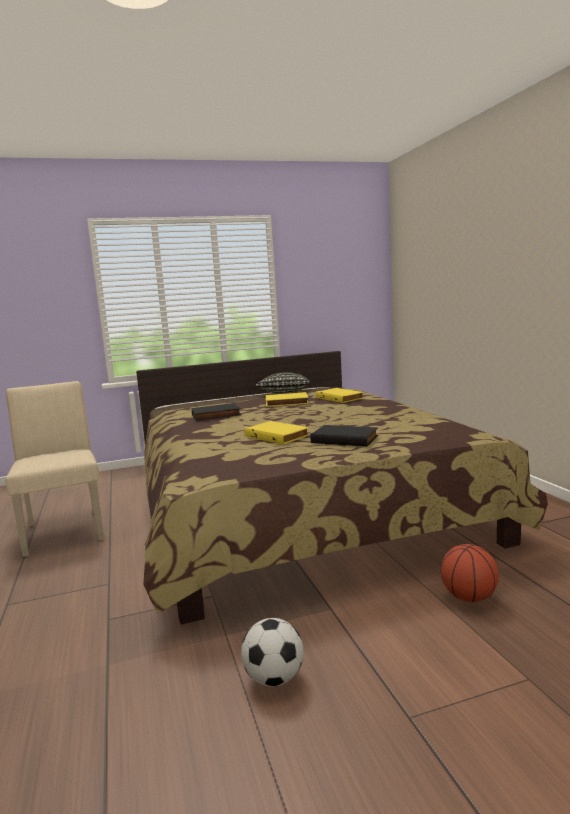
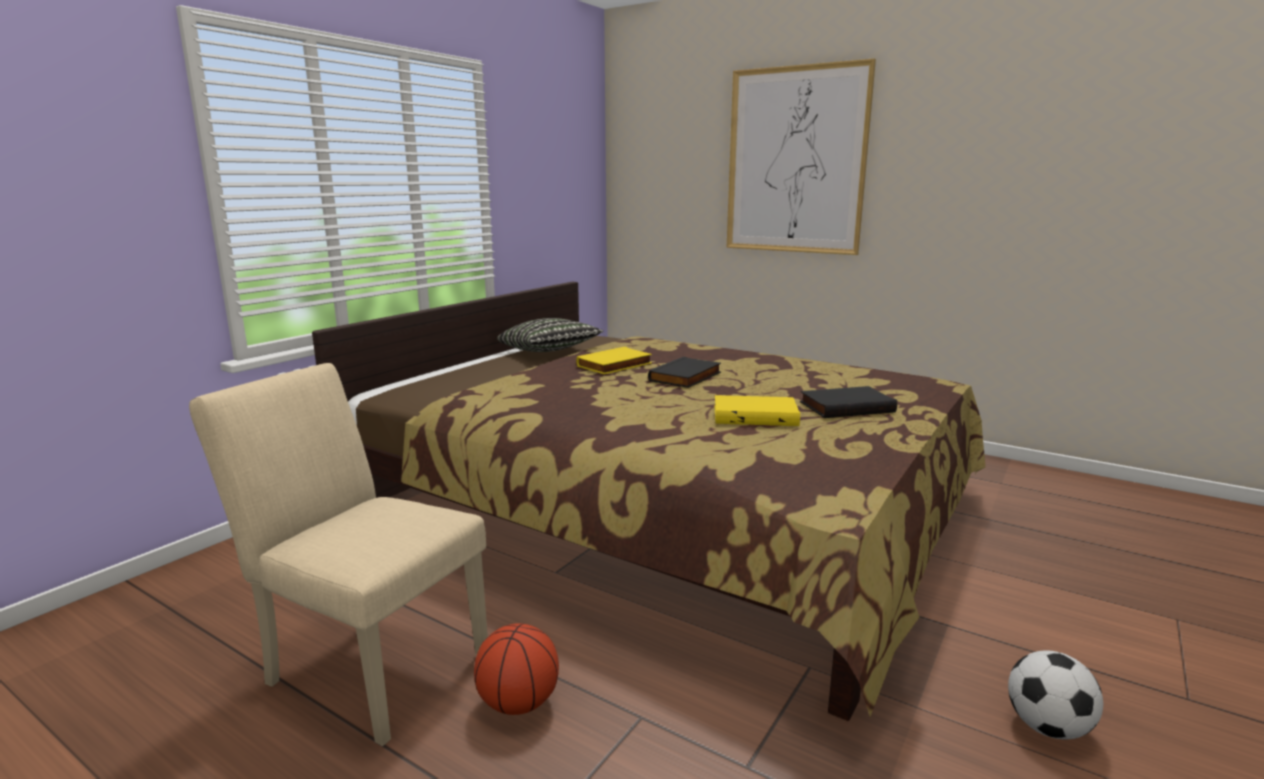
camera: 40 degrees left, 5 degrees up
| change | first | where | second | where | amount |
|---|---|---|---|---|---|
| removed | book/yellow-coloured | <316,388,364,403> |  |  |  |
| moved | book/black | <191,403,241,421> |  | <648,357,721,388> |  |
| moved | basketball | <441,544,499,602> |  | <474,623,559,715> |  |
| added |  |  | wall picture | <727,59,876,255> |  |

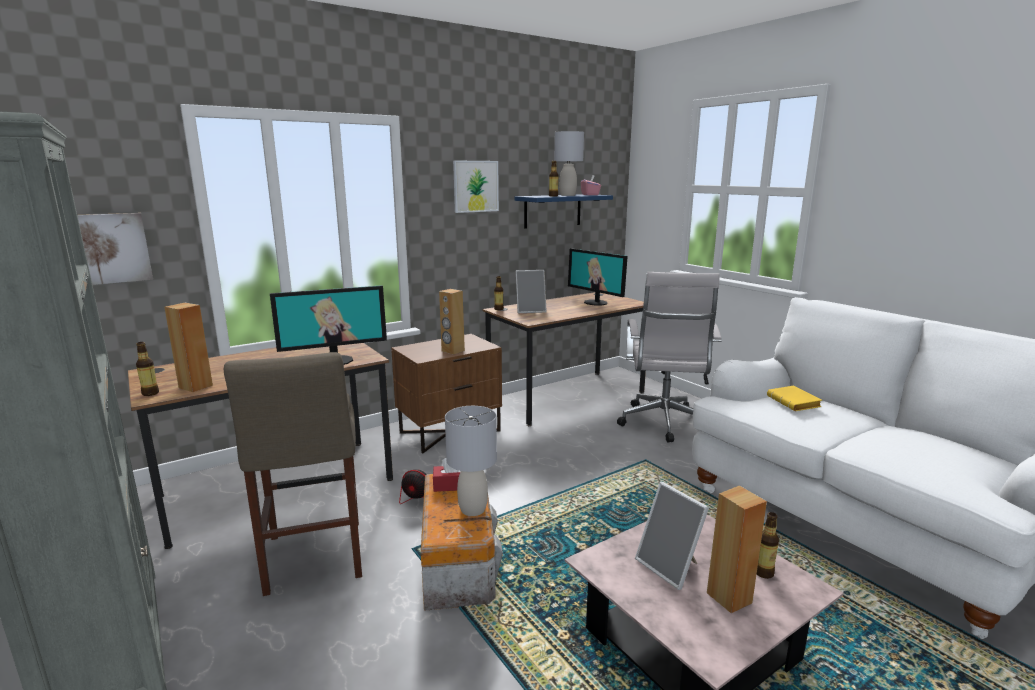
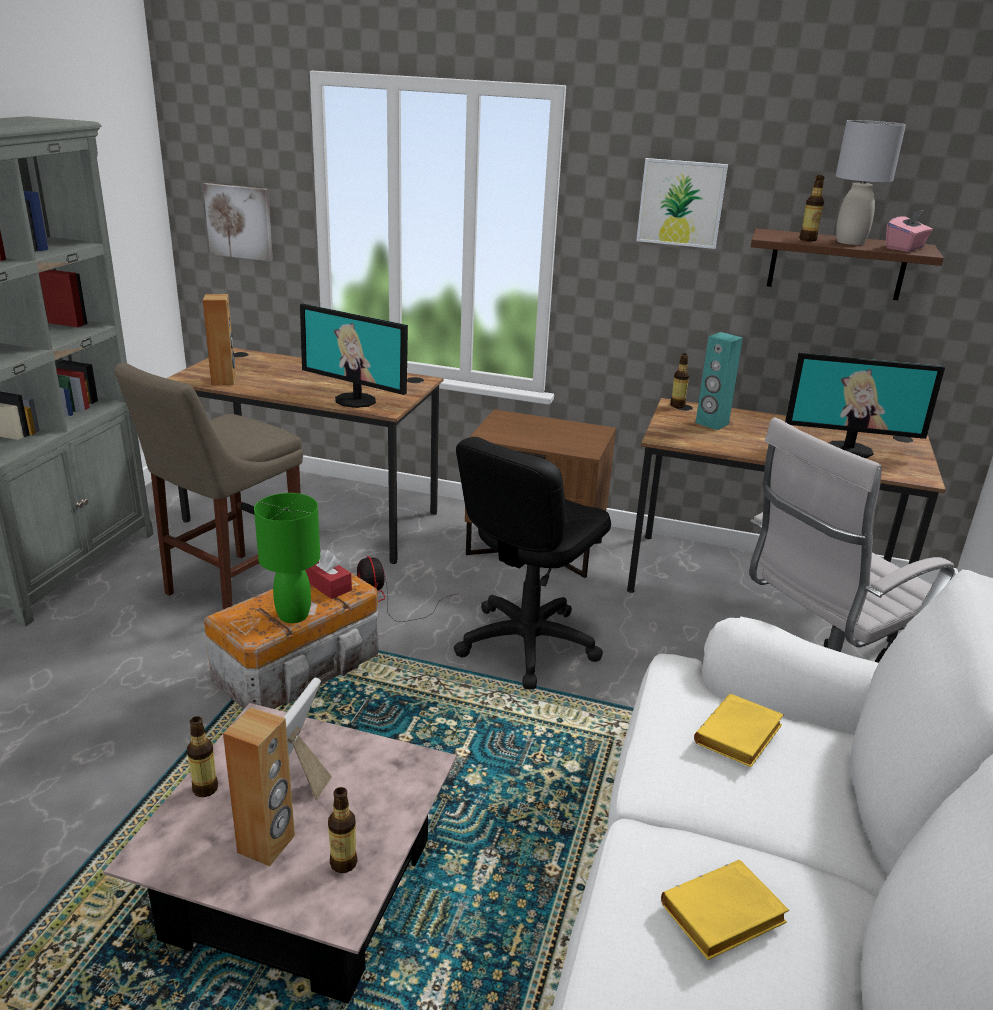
camera: 50 degrees right, 10 degrees up
| change | first | where | second | where | amount |
|---|---|---|---|---|---|
| recoloured | bracket shelf/blue | <515,194,613,229> | bracket shelf/brown-coloured | <751,228,944,300> |  |
| turned | computer screen | <568,248,628,305> |  | <785,353,945,458> | 90 degrees counterclockwise |
| replaced | photo frame | <515,270,547,313> | loudspeaker/turquoise | <696,332,743,430> |  |
| removed | loudspeaker/brown-coloured | <439,289,465,355> |  |  |  |
| moved | bottle | <136,342,159,396> |  | <187,716,218,797> |  |
| recoloured | table lamp/greyish | <445,406,497,516> | table lamp/green-coloured | <254,493,320,623> |  |
| added |  |  | desk chair/black | <454,437,611,689> |  |
| added |  |  | book/yellow-coloured | <661,860,789,960> |  |

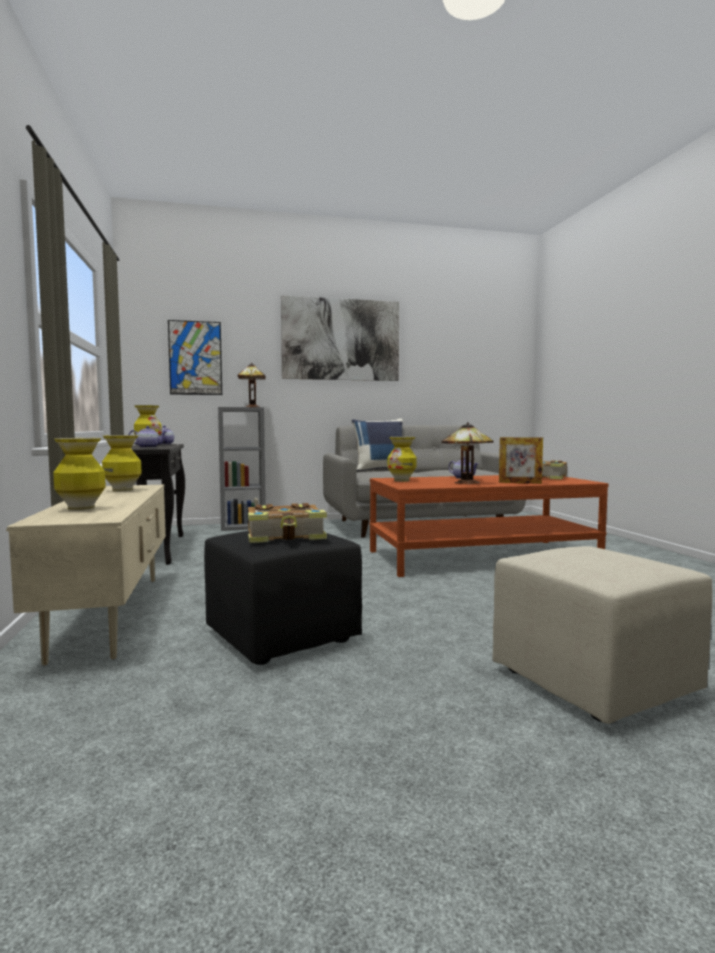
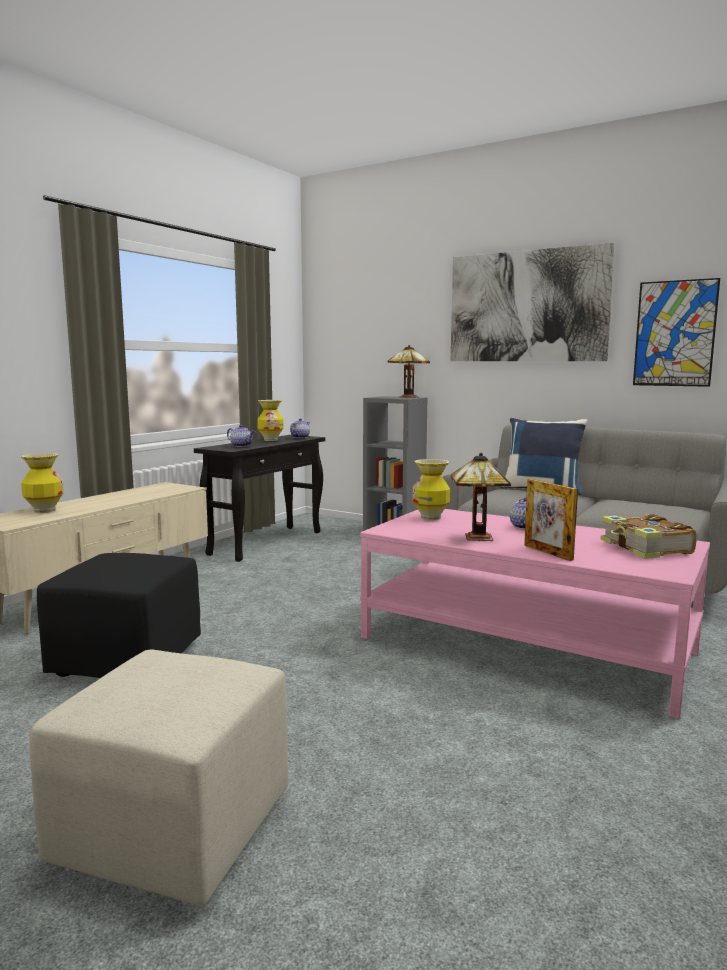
camera: 45 degrees right, 5 degrees up
| change | first | where | second | where | amount |
|---|---|---|---|---|---|
| moved | wall picture | <168,320,222,395> |  | <633,278,720,387> |  |
| removed | vase | <102,435,142,492> |  |  |  |
| recoloured | coffee table/brown-coloured | <370,475,609,577> | coffee table/pinkish | <360,509,710,719> |  |
| removed | book | <248,503,327,543> |  |  |  |

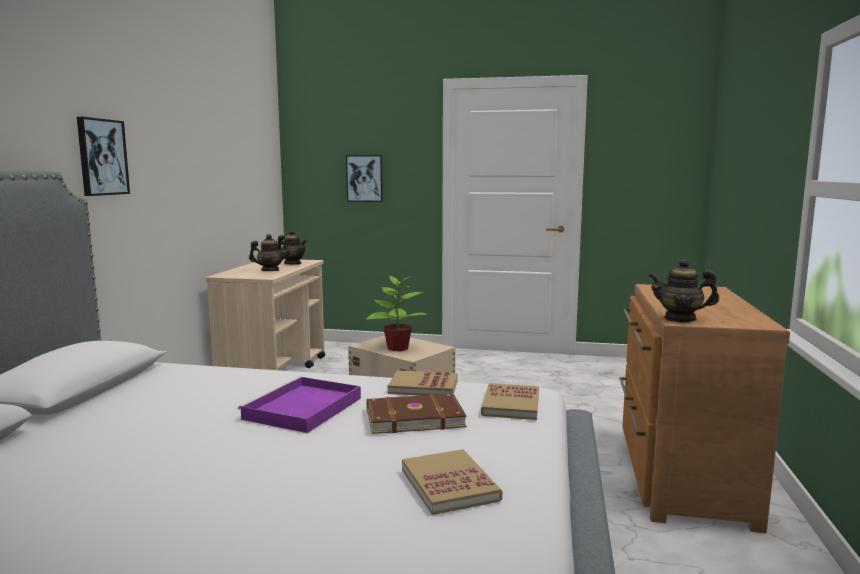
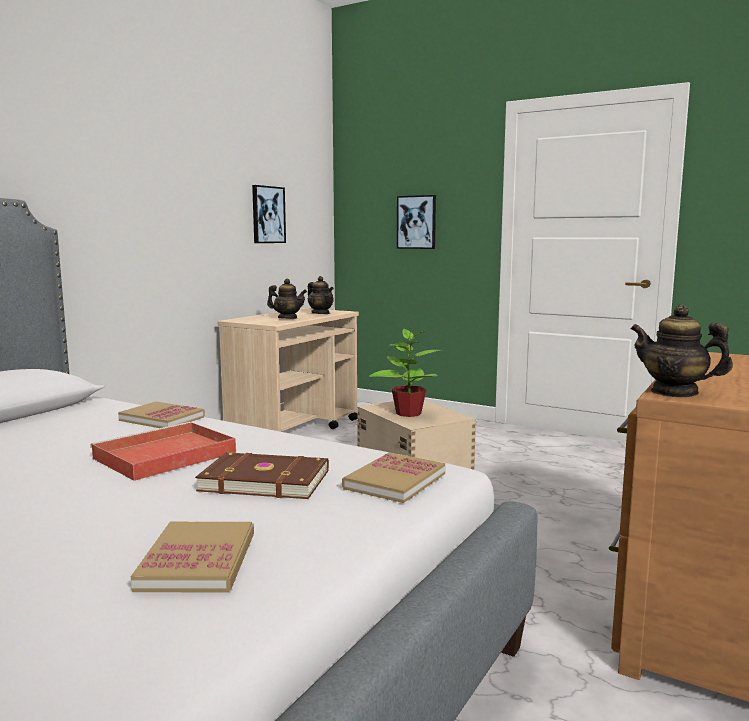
camera: 20 degrees right, 0 degrees up
| change | first | where | second | where | amount |
|---|---|---|---|---|---|
| moved | wall picture | <77,117,130,196> |  | <252,185,286,243> |  |
| moved | book | <388,370,458,396> |  | <118,402,205,428> |  |
| recoloured | tray/purplish | <238,376,361,433> | tray/red | <90,422,236,481> |  |

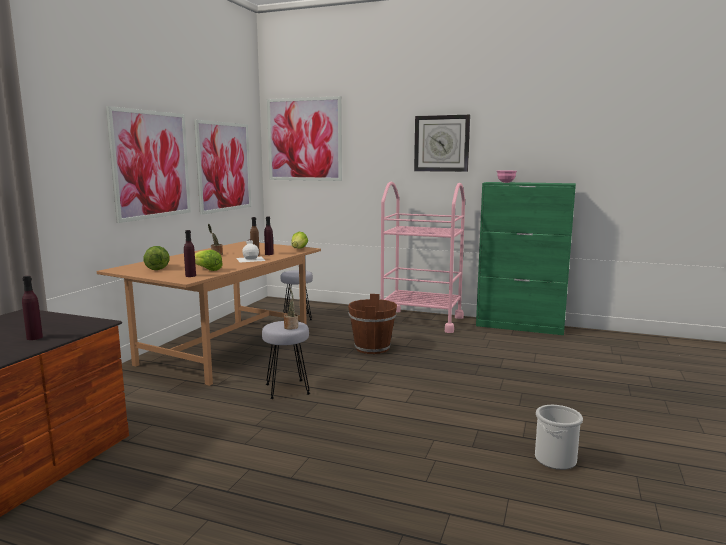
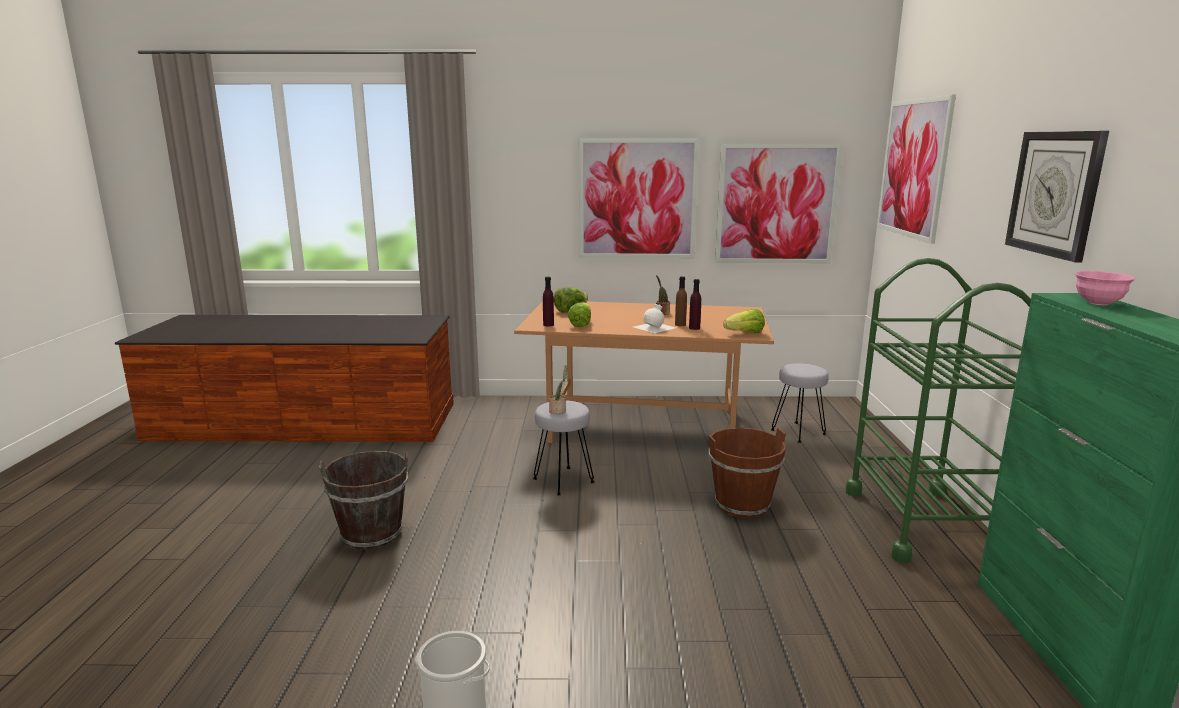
camera: 70 degrees right, 5 degrees up
| change | first | where | second | where | amount |
|---|---|---|---|---|---|
| recoloured | trolley/pinkish | <381,182,465,333> | trolley/green-coloured | <846,258,1031,563> |  |
| removed | bottle/purplish | <22,276,43,340> |  |  |  |
| added |  |  | pail/brown-coloured | <319,451,408,550> |  |

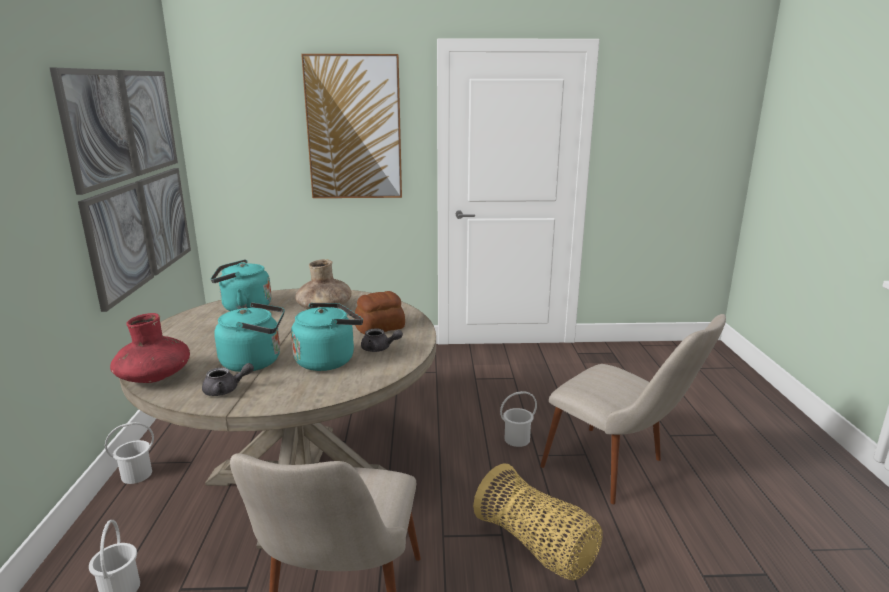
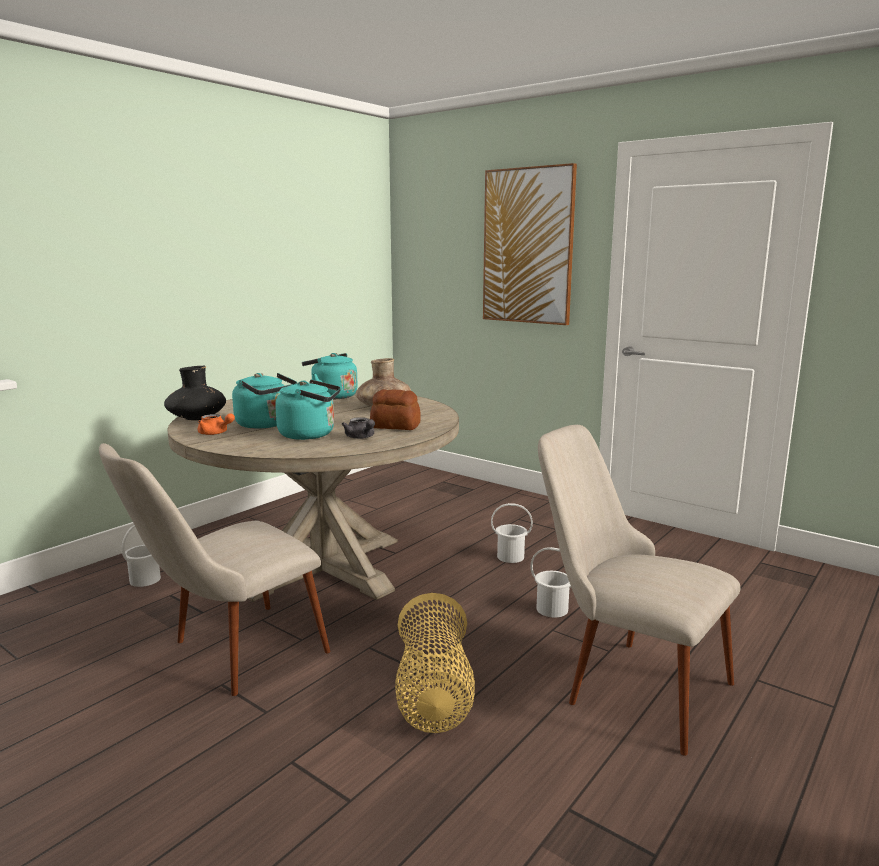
camera: 40 degrees right, 5 degrees down
| change | first | where | second | where | amount |
|---|---|---|---|---|---|
| removed | wall picture | <50,68,191,312> |  |  |  |
| recoloured | vase/red | <110,313,190,383> | vase/black | <164,366,226,420> |  |
| turned | upright chair/beige | <540,314,726,504> |  | <538,425,740,756> | 135 degrees clockwise |
| recoloured | teapot/greyish | <202,363,254,396> | teapot/orange | <198,413,235,435> |  |
| moved | pail/whitish | <105,422,154,484> |  | <491,503,533,563> |  |

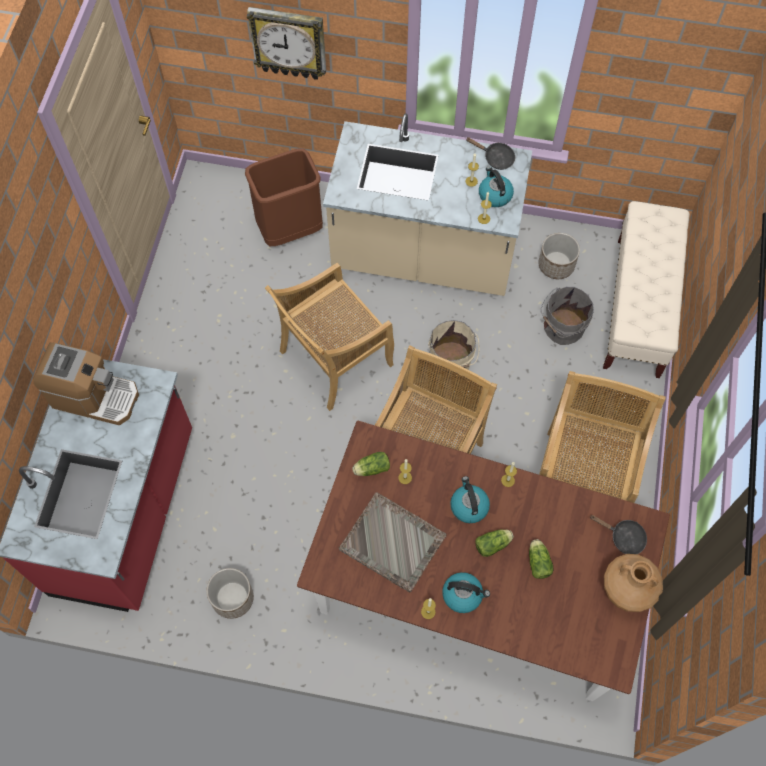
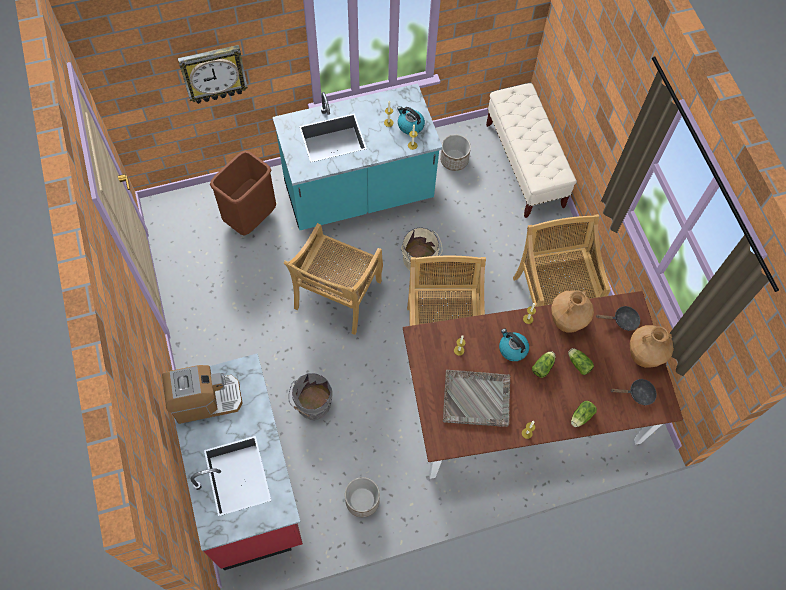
camera: 30 degrees left, 0 degrees up
| change | first | where | second | where | amount |
|---|---|---|---|---|---|
| recoloured | counter/beige | <323,113,532,296> | counter/turquoise | <273,83,443,230> |  |
| moved | frying pan/black | <466,137,515,170> |  | <611,379,657,406> |  |
| moved | pail/greyish | <541,287,594,345> |  | <288,373,333,420> |  |
| moved | lettuce | <352,452,390,476> |  | <571,401,597,427> |  |
| removed | kettle | <442,572,490,613> |  |  |  |
| added |  |  | vase/brown-coloured | <551,291,594,333> |  |

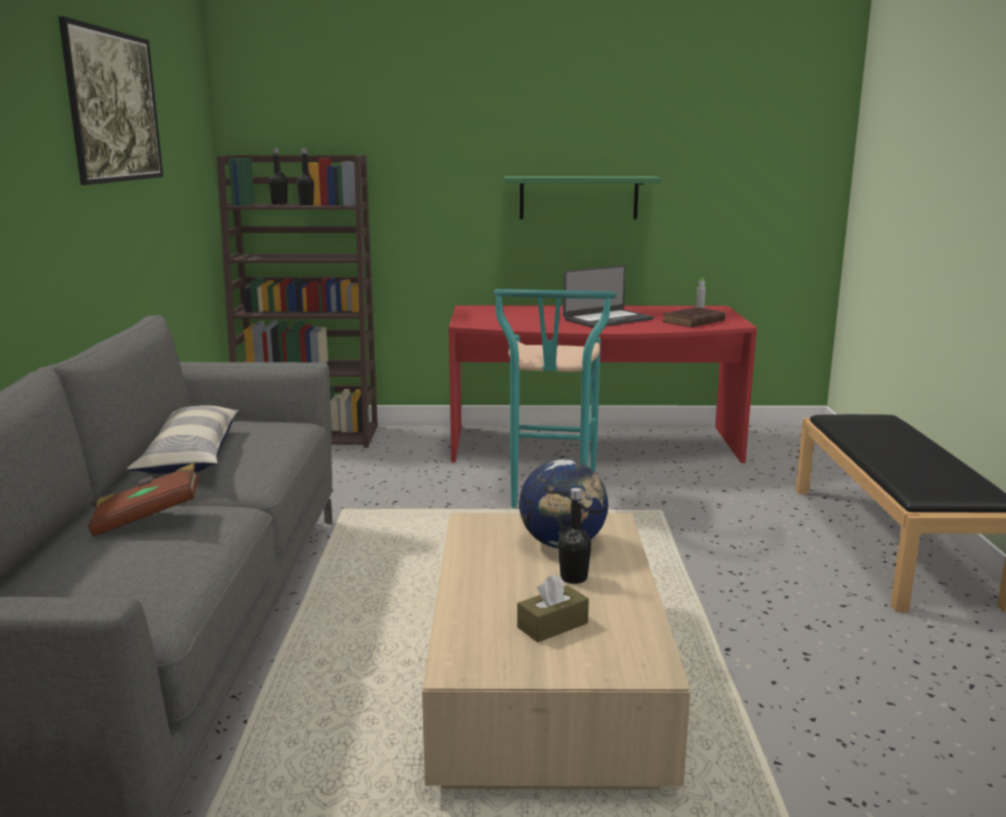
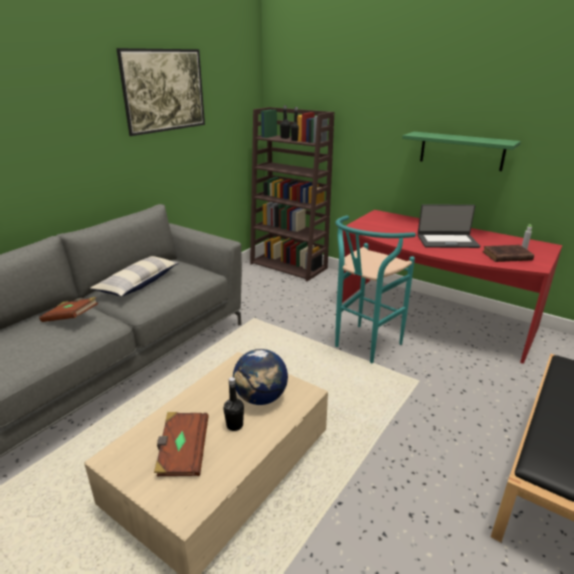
camera: 35 degrees right, 10 degrees up
| change | first | where | second | where | amount |
|---|---|---|---|---|---|
| replaced | box of tissues/brown-coloured | <517,574,589,643> | book/brown-coloured | <154,412,209,476> |  |

